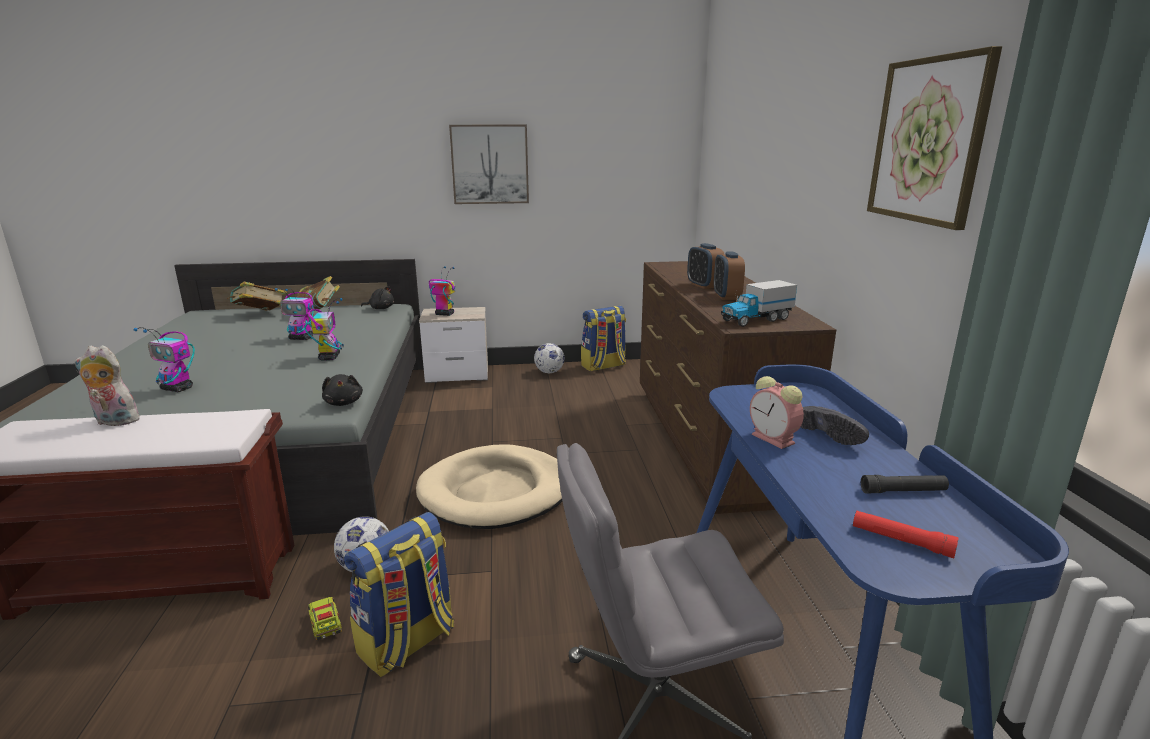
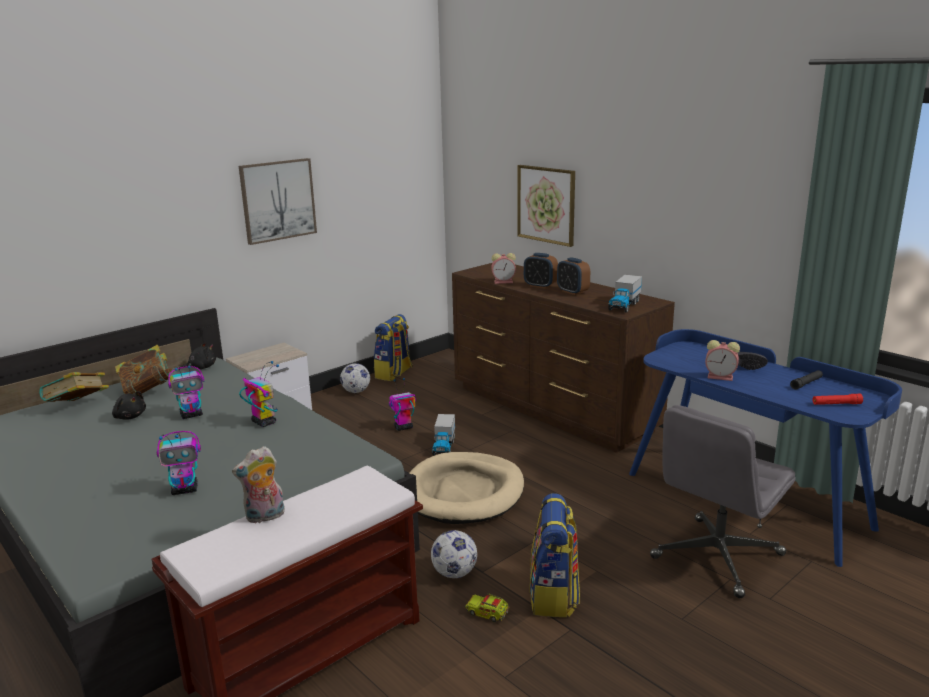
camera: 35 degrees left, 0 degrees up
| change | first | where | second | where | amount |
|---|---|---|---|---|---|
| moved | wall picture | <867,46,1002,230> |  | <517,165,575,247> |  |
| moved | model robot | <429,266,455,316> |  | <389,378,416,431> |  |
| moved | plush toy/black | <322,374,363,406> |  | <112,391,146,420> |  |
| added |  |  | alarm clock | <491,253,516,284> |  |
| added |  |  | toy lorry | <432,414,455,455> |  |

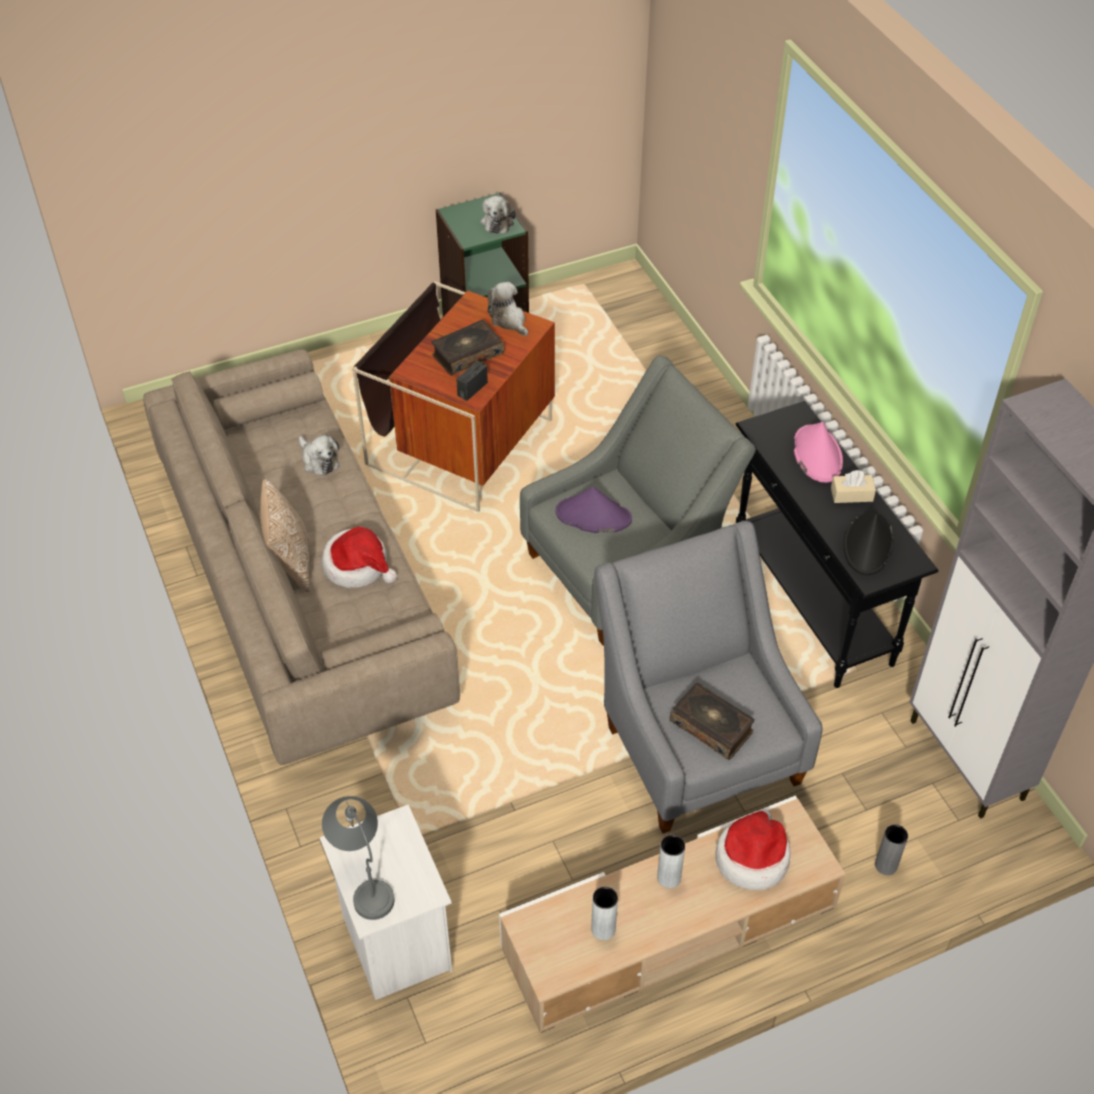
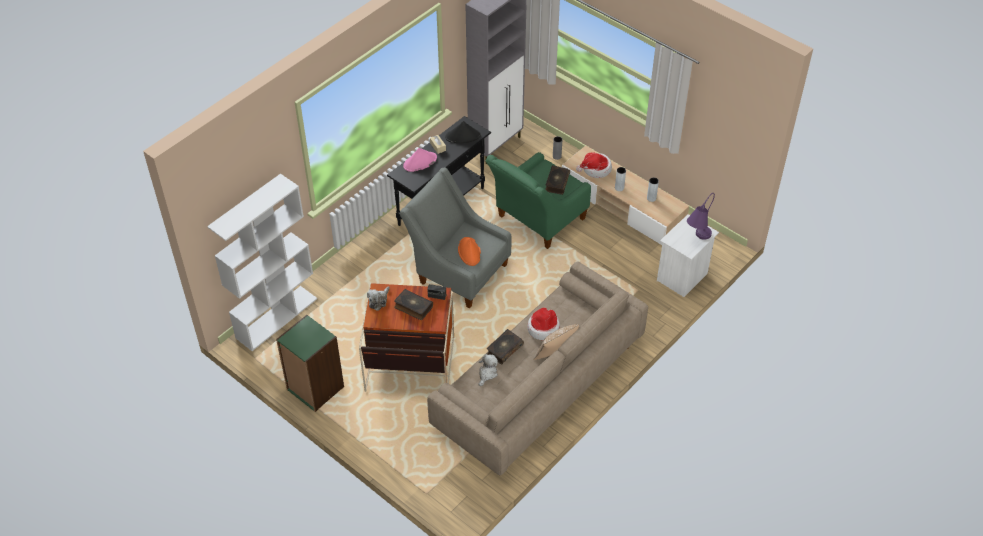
camera: 115 degrees left, 0 degrees up
| change | first | where | second | where | amount |
|---|---|---|---|---|---|
| removed | plush toy | <480,196,516,234> |  |  |  |
| recoloured | hat/purplish | <555,487,632,533> | hat/orange | <458,237,481,266> |  |
| recoloured | lounge chair/greyish | <594,520,823,833> | lounge chair/green-coloured | <486,152,591,249> |  |
| recoloured | table lamp/greyish | <322,796,394,920> | table lamp/purplish | <687,193,715,240> |  |
| added |  |  | shelving unit/whitish | <207,174,317,351> |  |
| added |  |  | book | <487,329,524,365> |  |

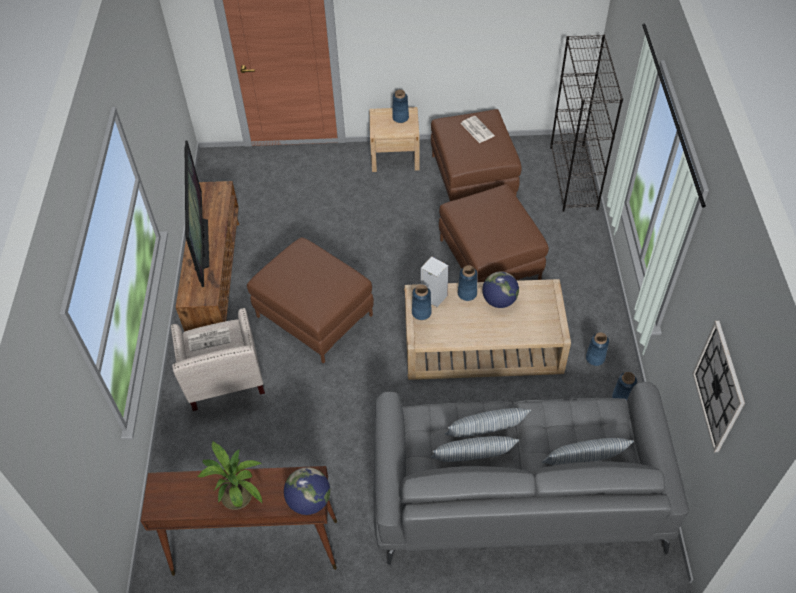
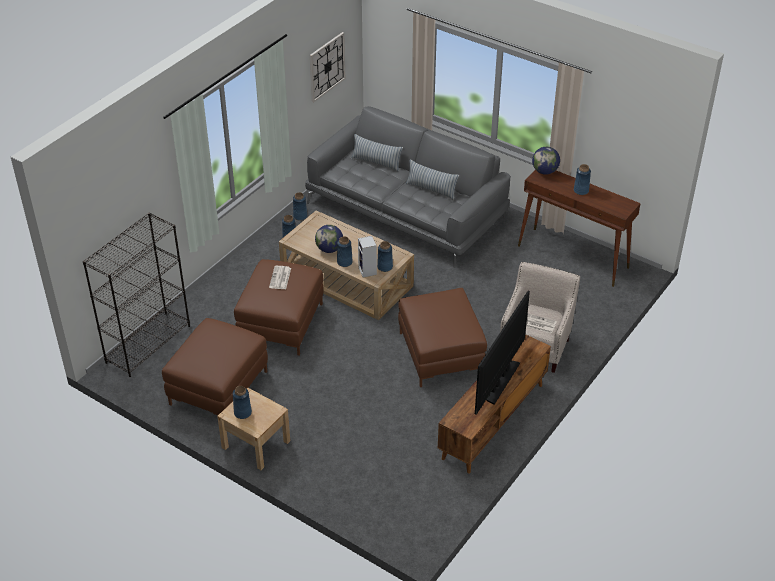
camera: 145 degrees left, 10 degrees down
| change | first | where | second | where | amount |
|---|---|---|---|---|---|
| moved | daily paper | <460,116,495,143> |  | <269,266,291,289> |  |
| removed | cushion | <445,408,531,437> |  |  |  |
| replaced | potted plant | <198,441,262,510> | vase/blue | <574,164,591,195> |  |

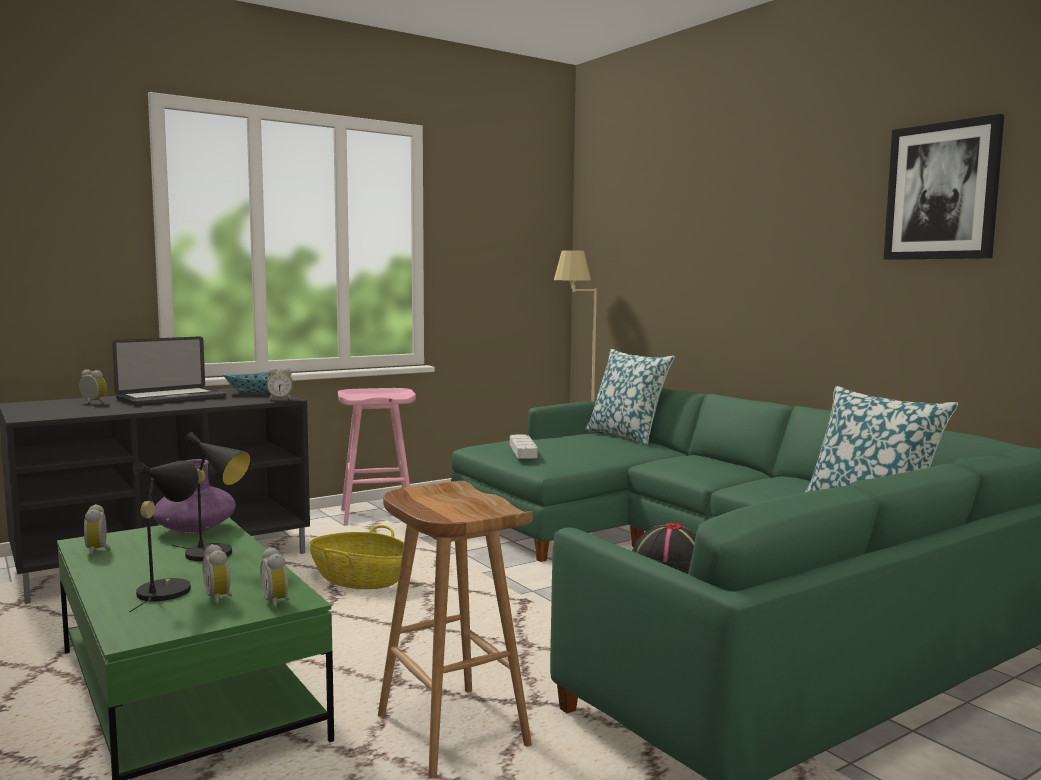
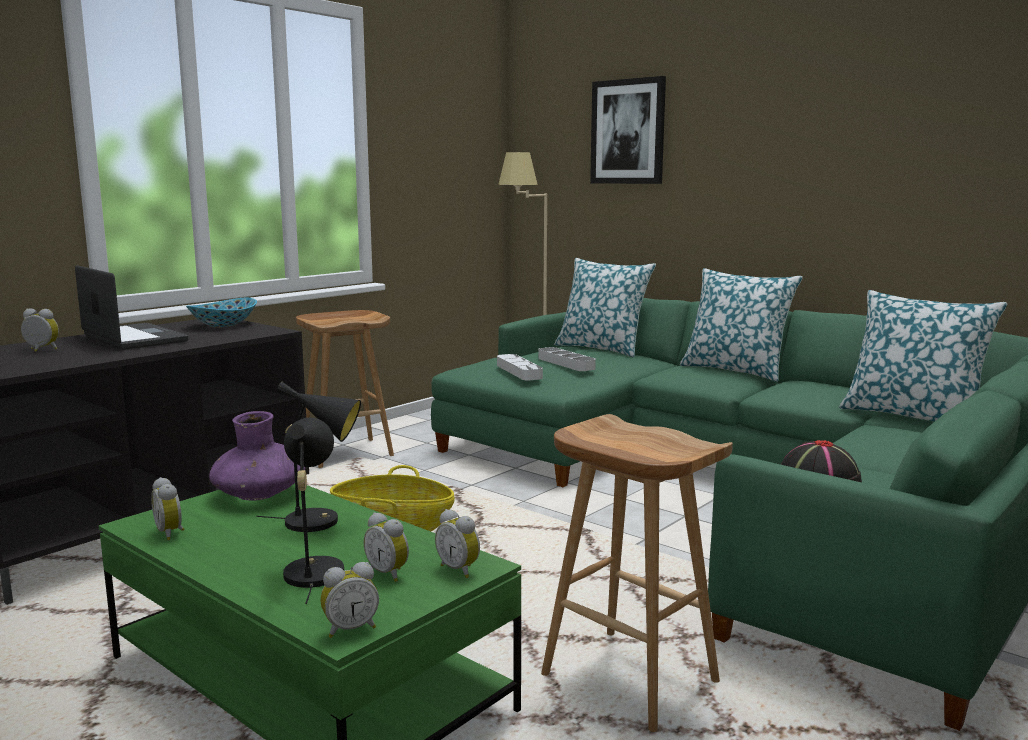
camera: 15 degrees left, 5 degrees up
| change | first | where | second | where | amount |
|---|---|---|---|---|---|
| moved | wall picture | <884,114,1004,260> |  | <590,76,666,184> |  |
| turned | portable computer | <112,336,226,406> |  | <75,265,189,350> | 75 degrees counterclockwise |
| moved | alarm clock | <267,368,293,400> |  | <321,562,379,638> |  |
| recoloured | stool/pinkish | <338,388,416,525> | stool/brown-coloured | <296,310,394,468> |  |
| added |  |  | cushion | <680,268,803,382> |  |
| added |  |  | tray/greyish | <538,347,596,371> |  |

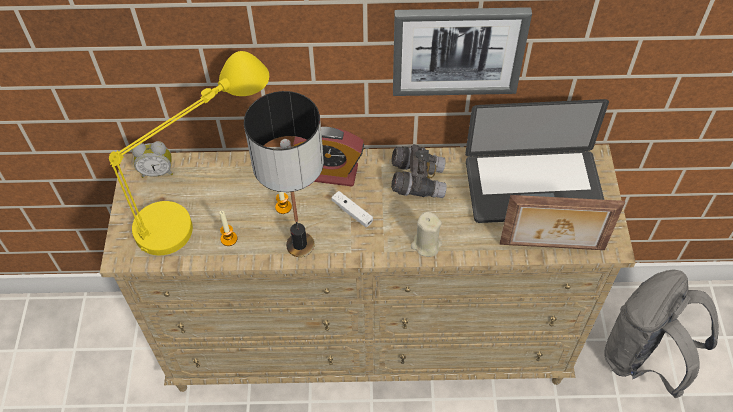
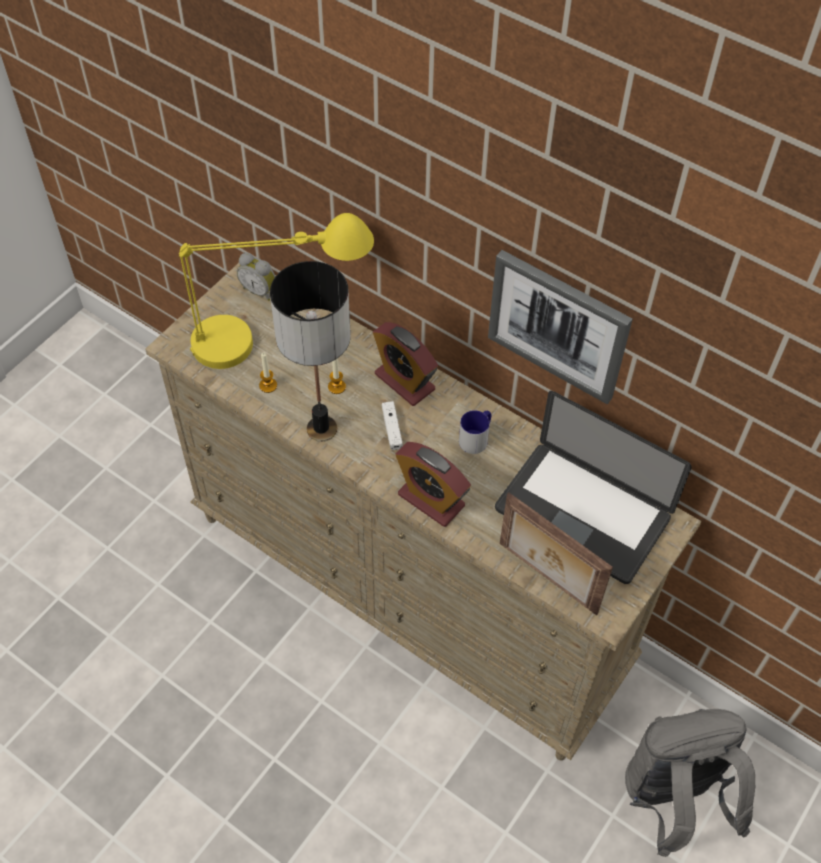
camera: 35 degrees right, 0 degrees up
| change | first | where | second | where | amount |
|---|---|---|---|---|---|
| replaced | pair of binoculars/greyish | <391,144,447,198> | coffee mug | <459,410,491,454> |  |
| replaced | wax candle/beige | <411,211,442,257> | alarm clock | <396,442,471,527> |  |

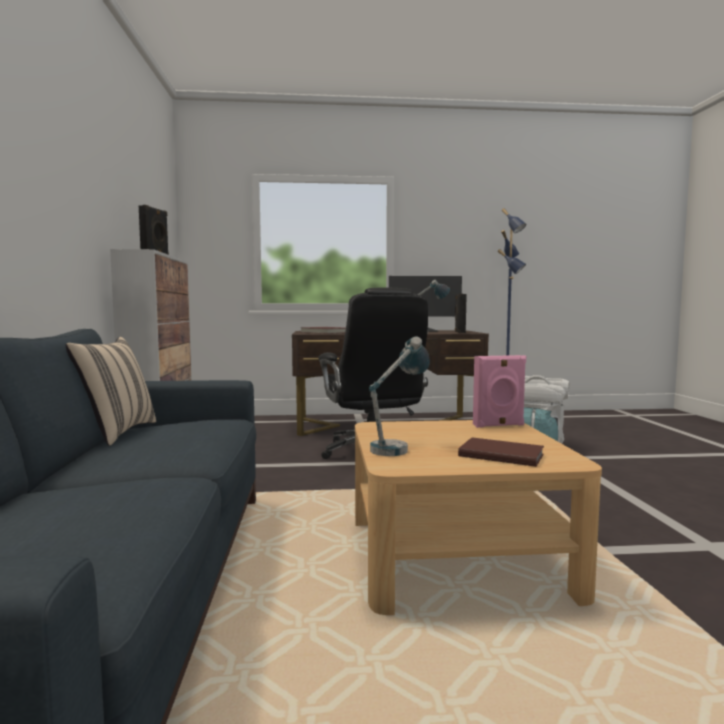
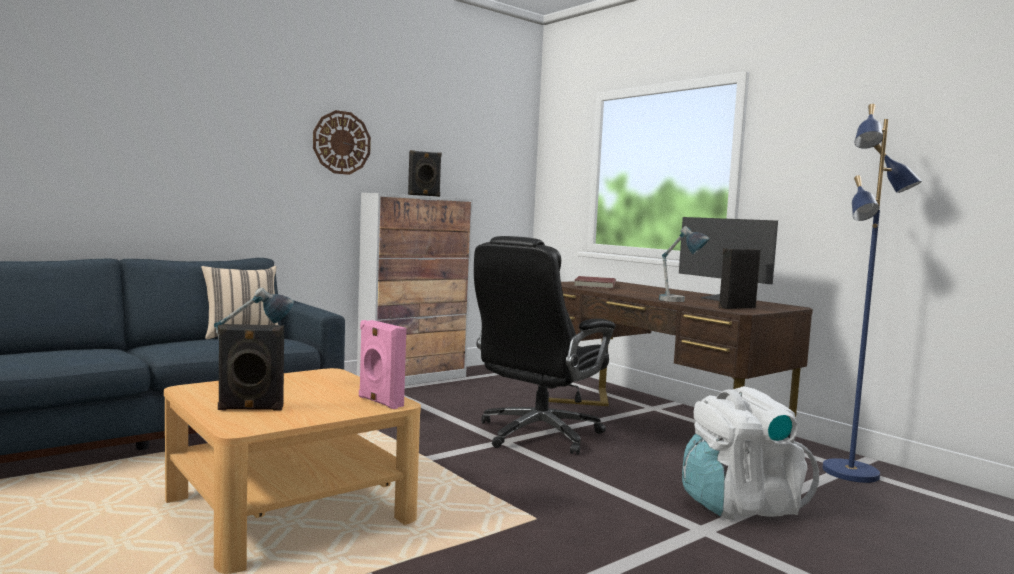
camera: 55 degrees right, 0 degrees up
| change | first | where | second | where | amount |
|---|---|---|---|---|---|
| replaced | book/brown-coloured | <458,437,544,467> | loudspeaker/black | <218,324,284,411> |  |
| added |  |  | clock on the wall | <313,110,371,175> |  |

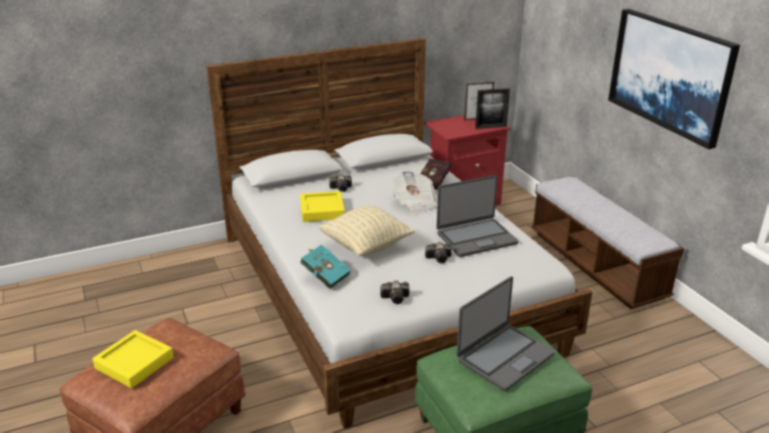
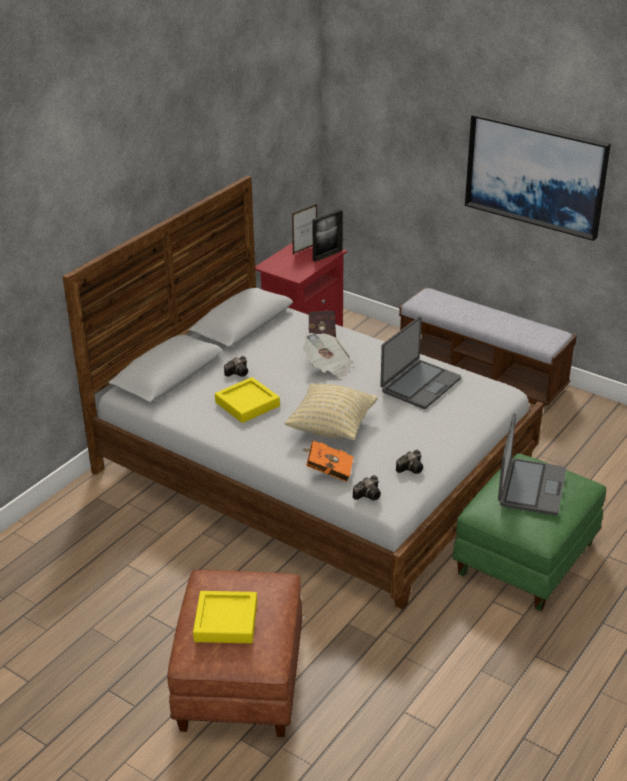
camera: 30 degrees left, 5 degrees up
| change | first | where | second | where | amount |
|---|---|---|---|---|---|
| moved | still camera | <425,242,452,263> |  | <353,475,381,501> |  |
| recoloured | book/turquoise | <300,245,351,289> | book/orange | <302,441,354,482> |  |

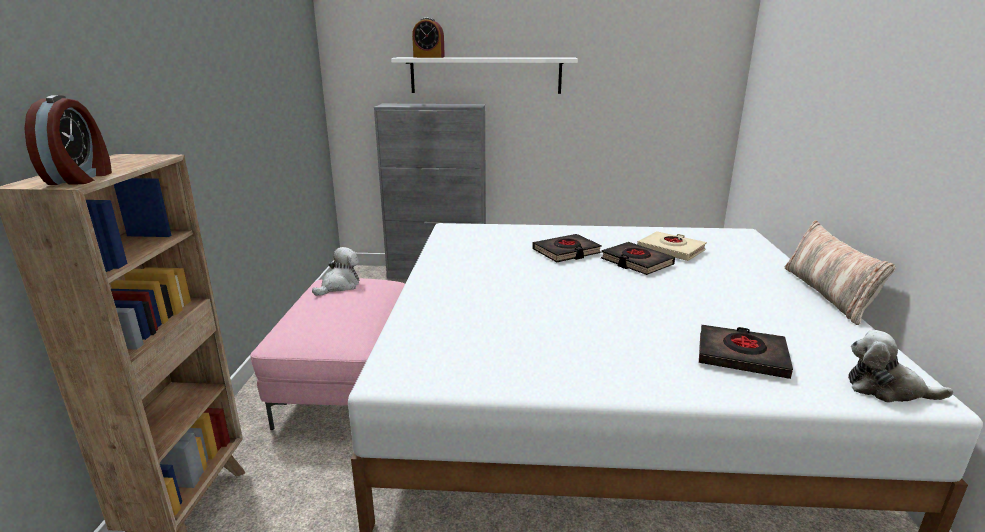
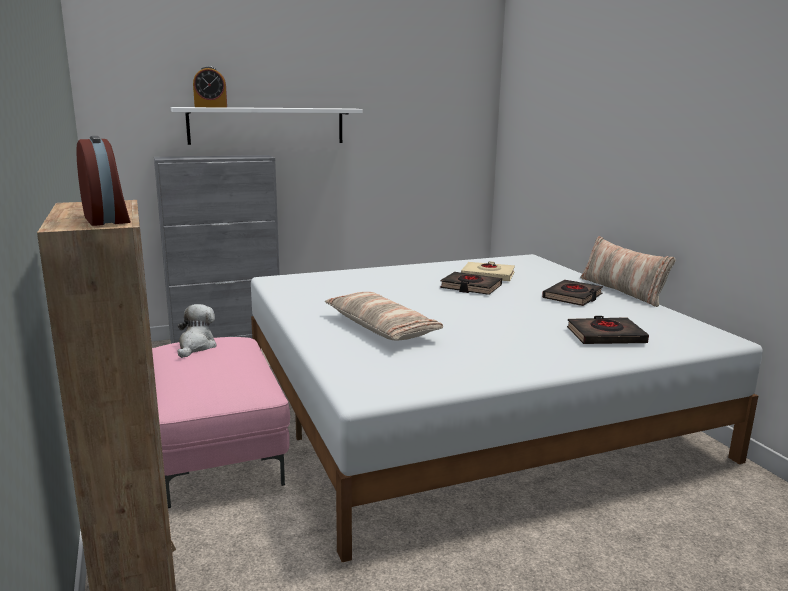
camera: 25 degrees left, 5 degrees down
| change | first | where | second | where | amount |
|---|---|---|---|---|---|
| moved | book/black | <532,234,602,262> |  | <542,280,603,306> |  |
| removed | plush toy | <848,330,953,402> |  |  |  |
| added |  |  | cushion | <325,292,443,341> |  |

